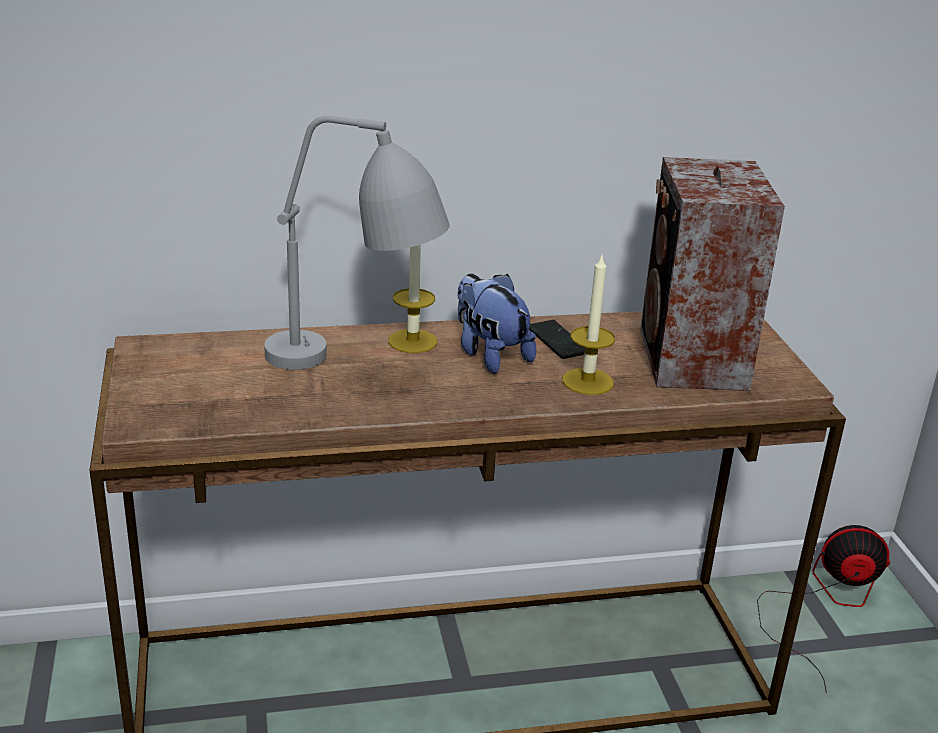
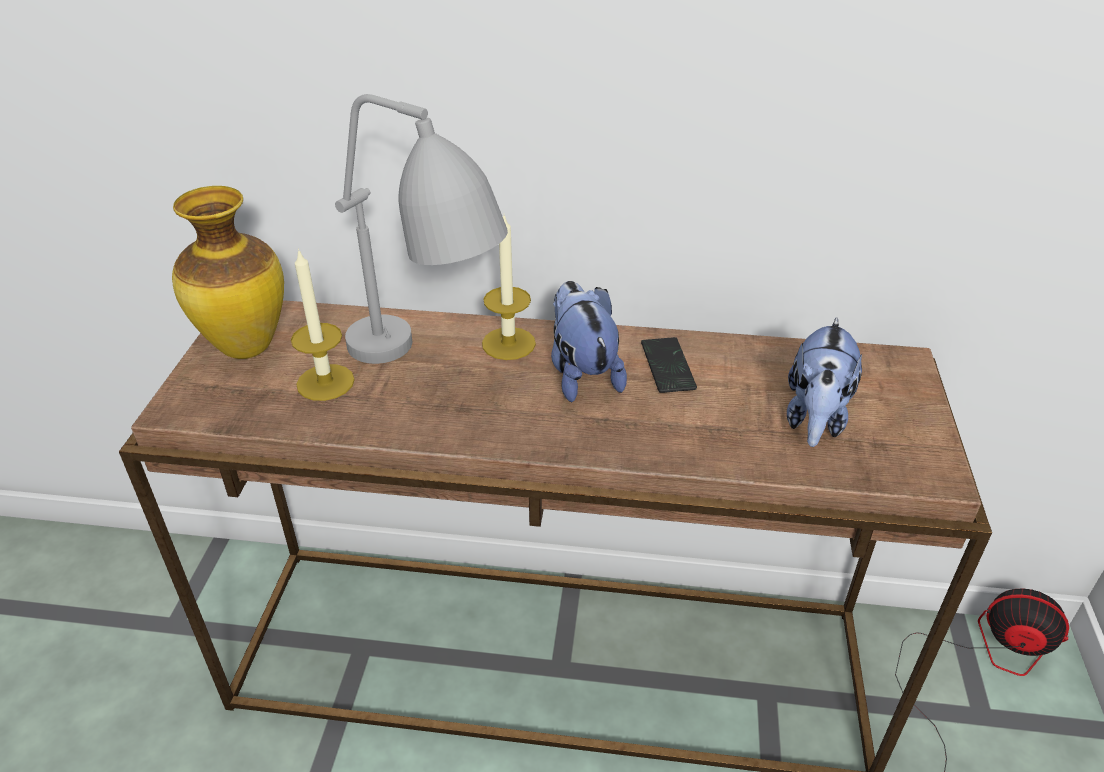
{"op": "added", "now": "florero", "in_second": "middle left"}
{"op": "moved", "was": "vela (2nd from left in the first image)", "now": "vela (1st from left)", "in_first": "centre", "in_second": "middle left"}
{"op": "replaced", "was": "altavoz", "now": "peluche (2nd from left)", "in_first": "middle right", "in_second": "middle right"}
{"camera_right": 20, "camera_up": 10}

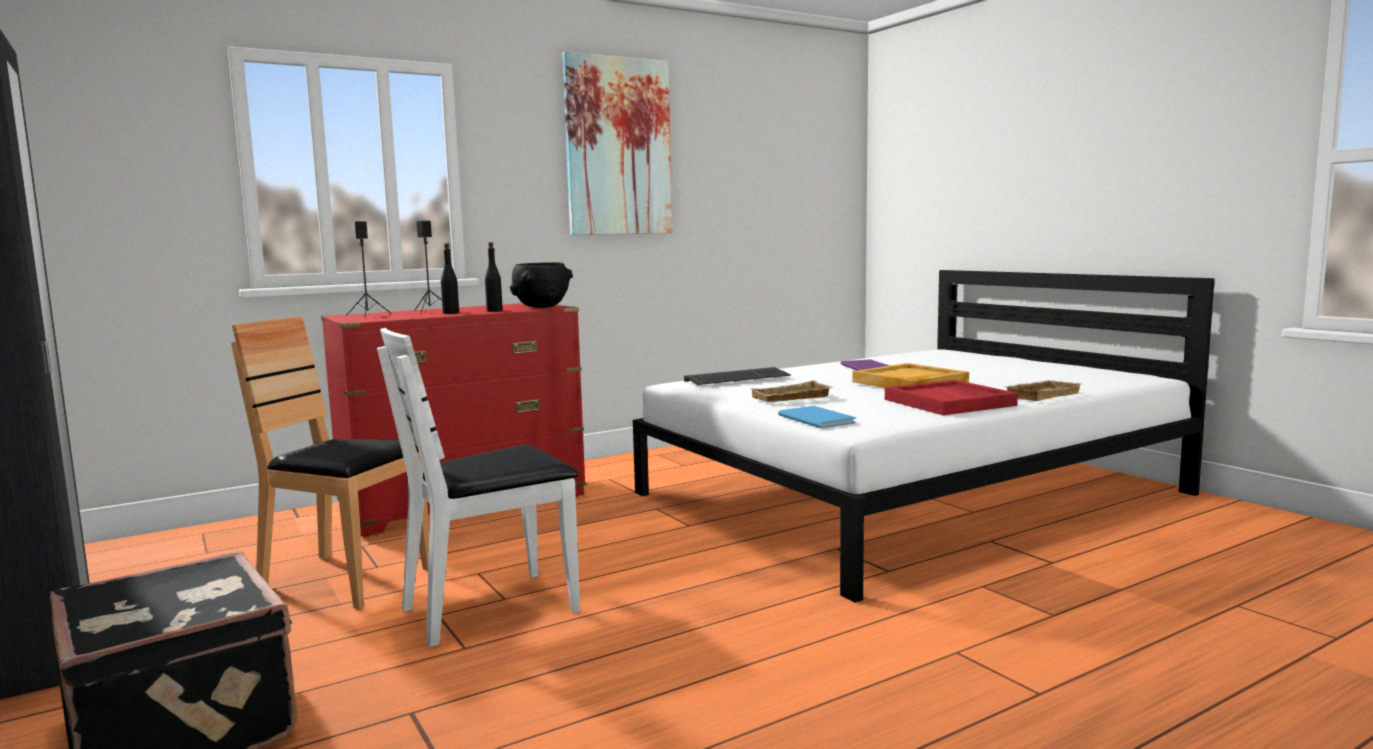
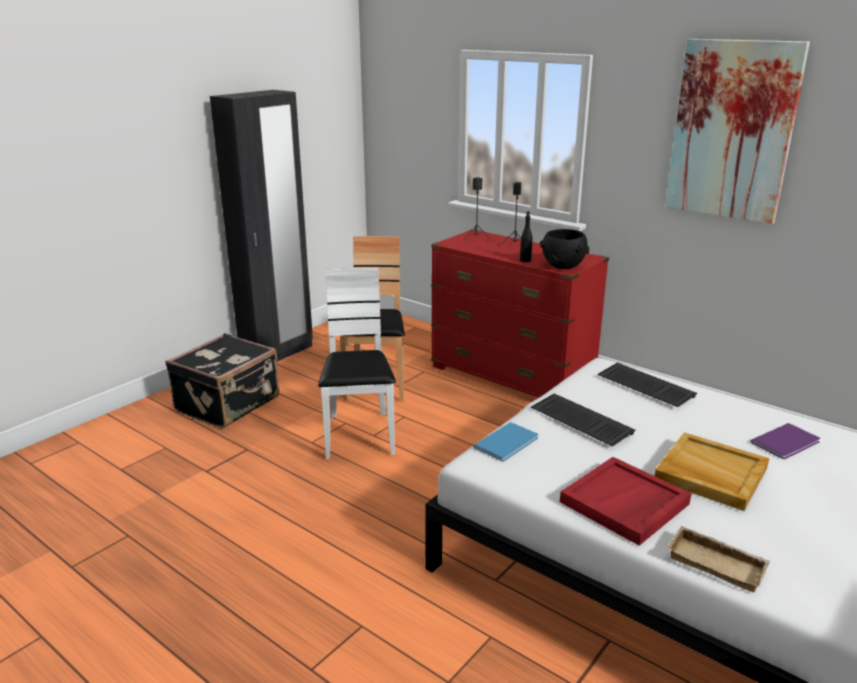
{"op": "removed", "was": "botella (negro) (1st from left)", "in_first": "middle left"}
{"op": "replaced", "was": "bandeja (beis) (1st from left)", "now": "teclado (1st from left)", "in_first": "centre", "in_second": "middle right"}
{"op": "turned", "was": "silla (blanco)", "in_first": "centre", "in_second": "centre", "clockwise": 45}
{"camera_right": 70, "camera_up": 15}

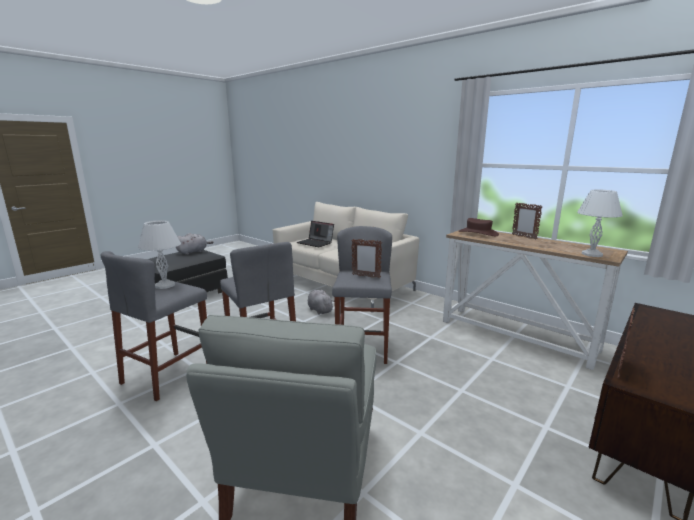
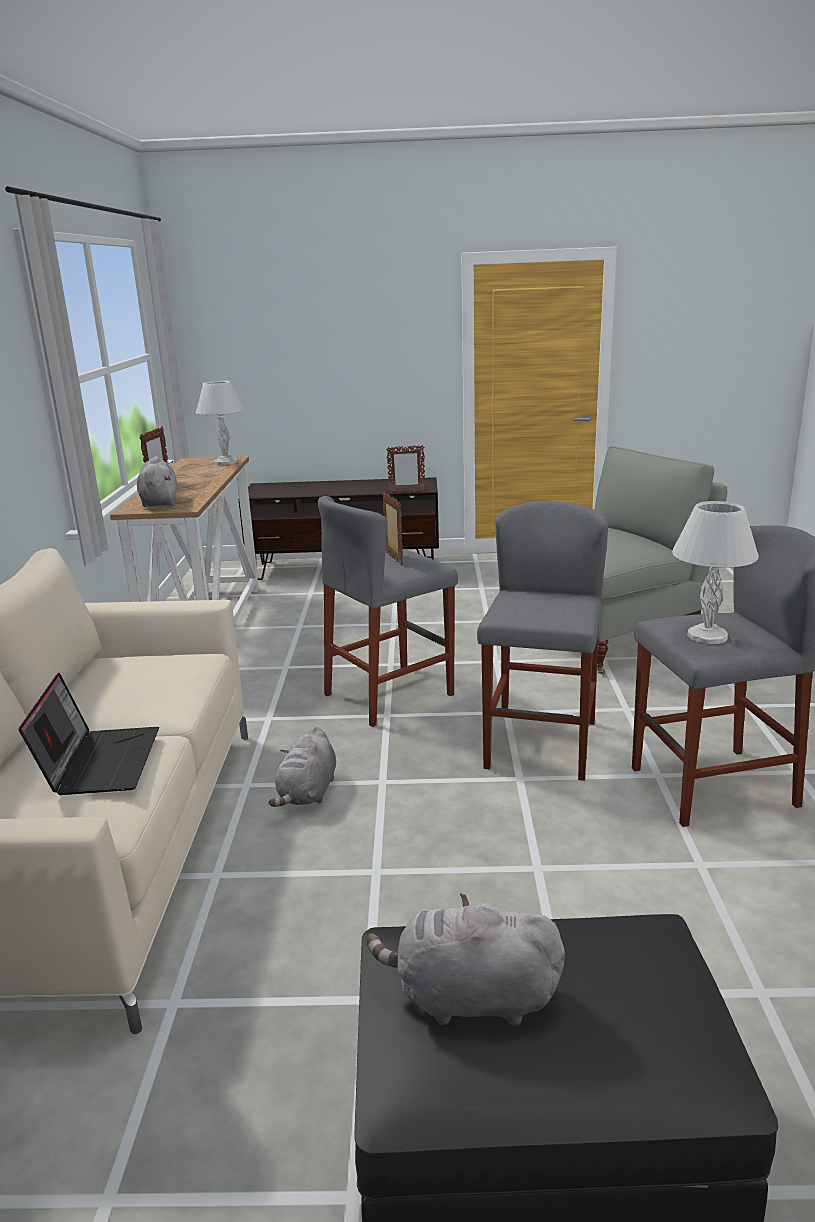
{"op": "replaced", "was": "sombrero (marrón)", "now": "peluche (gris) (1st from left)", "in_first": "middle right", "in_second": "middle left"}
{"camera_right": -130, "camera_up": 5}

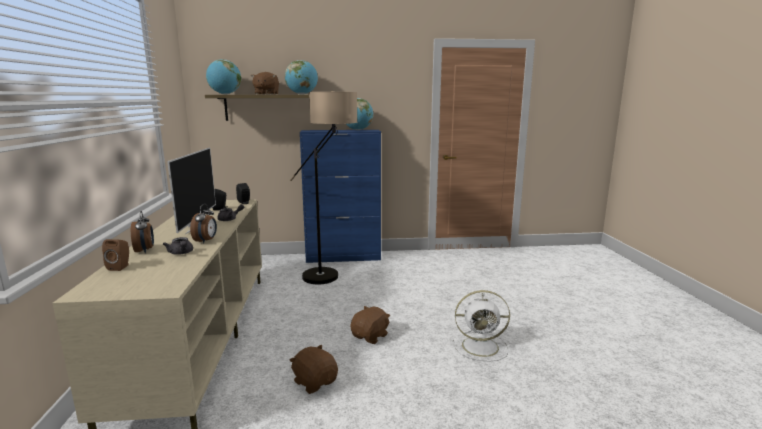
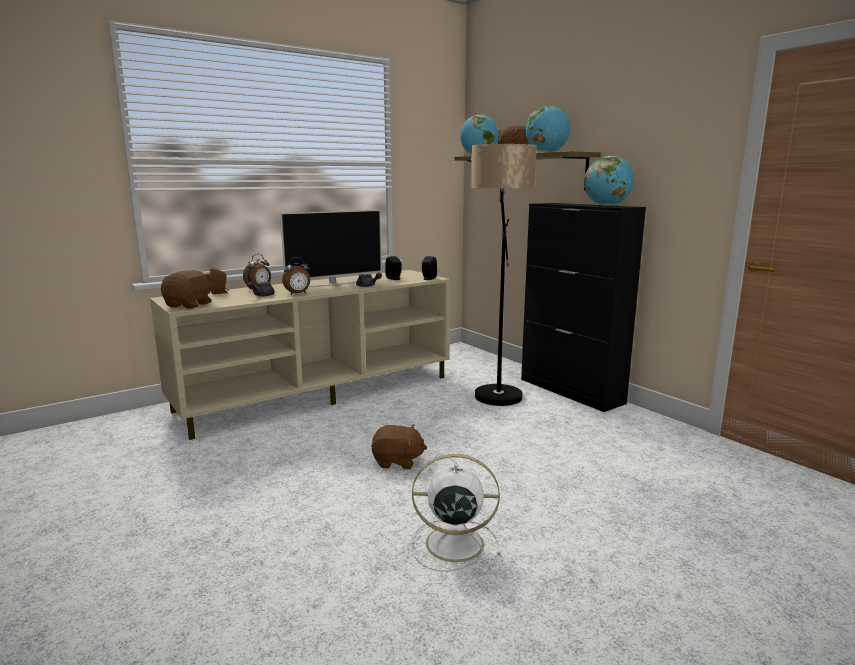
{"op": "moved", "was": "peluche (marrón) (2nd from left in the first image)", "now": "peluche (marrón) (1st from left)", "in_first": "bottom centre", "in_second": "middle left"}
{"op": "recoloured", "was": "armario (azul)", "now": "armario (negro)", "in_first": "centre", "in_second": "middle right"}
{"op": "turned", "was": "ventilador (blanco)", "in_first": "bottom centre", "in_second": "bottom centre", "clockwise": 120}
{"camera_right": 60, "camera_up": 0}

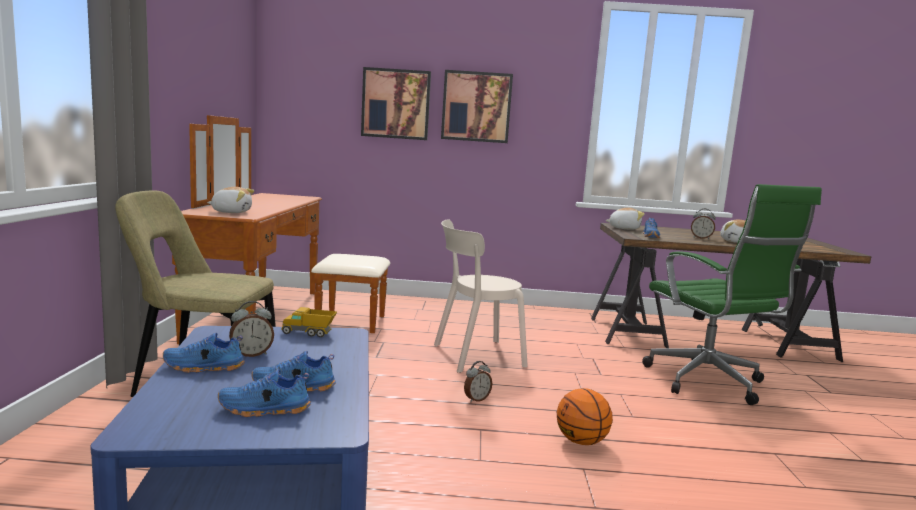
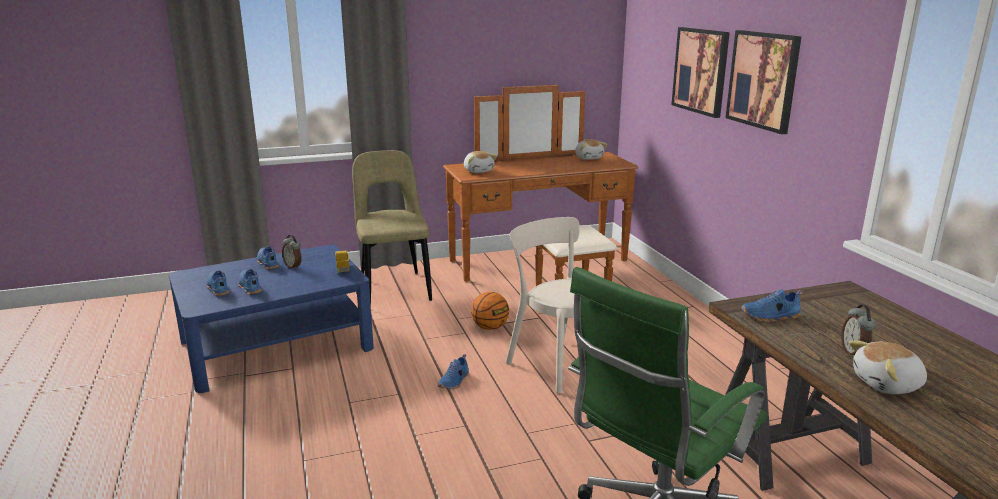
{"op": "moved", "was": "balón de baloncesto", "in_first": "bottom centre", "in_second": "centre"}
{"op": "moved", "was": "peluche (2nd from left)", "in_first": "middle right", "in_second": "top centre"}
{"op": "replaced", "was": "despertador (2nd from left)", "now": "zapato (azul) (4th from left)", "in_first": "bottom centre", "in_second": "bottom centre"}
{"camera_right": 70, "camera_up": 10}

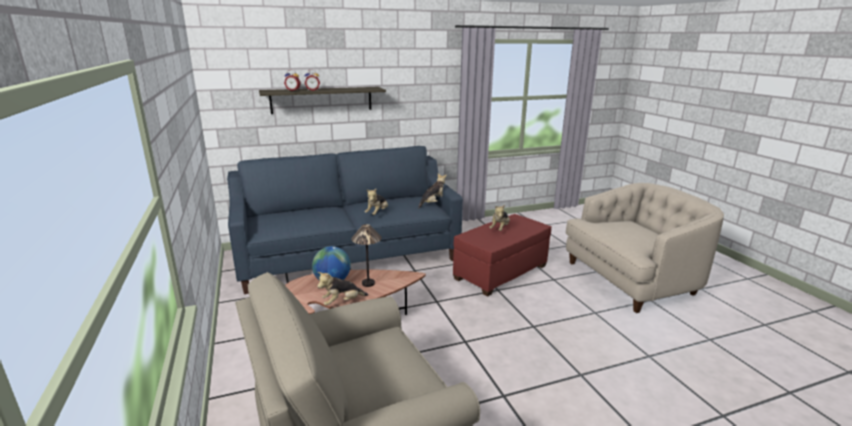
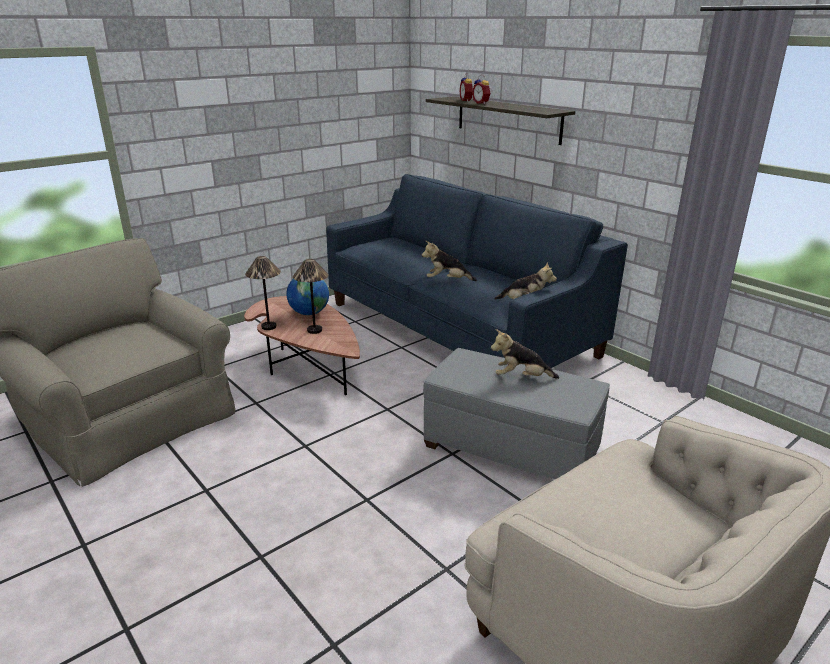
{"op": "replaced", "was": "peluche (1st from left)", "now": "lámpara de mesa (1st from left)", "in_first": "bottom centre", "in_second": "middle left"}
{"op": "recoloured", "was": "puf (rojo)", "now": "puf (gris)", "in_first": "centre", "in_second": "centre"}
{"camera_right": 70, "camera_up": 5}

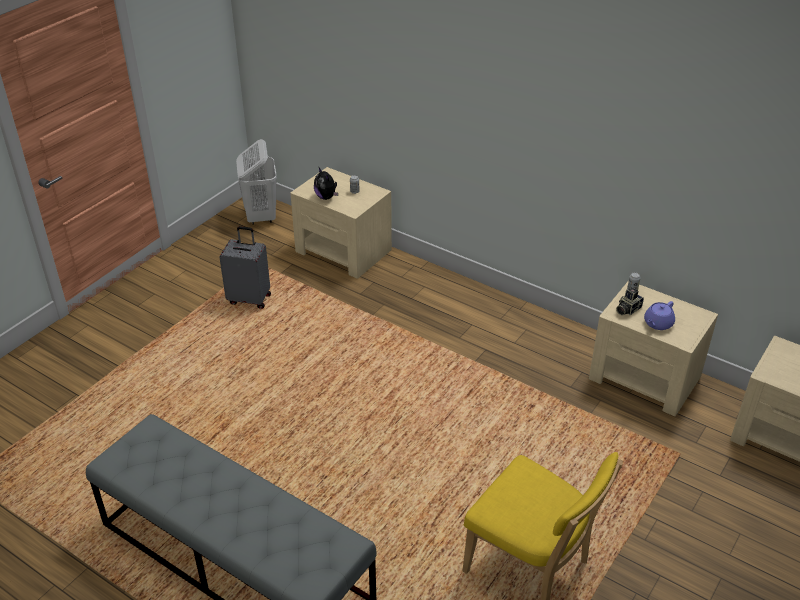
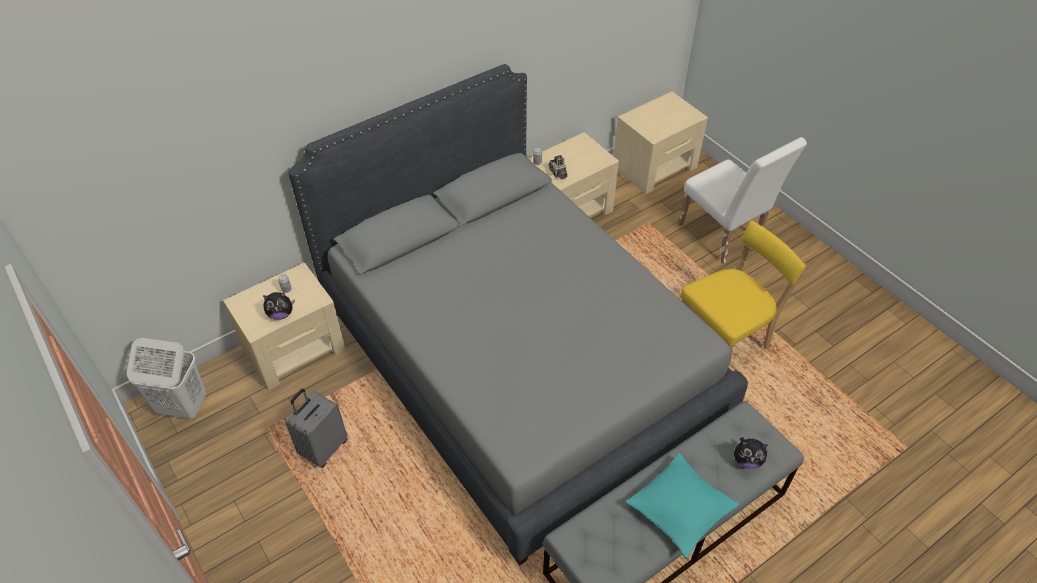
{"op": "removed", "was": "tetera (morado)", "in_first": "middle right"}
{"op": "added", "now": "cama (gris)", "in_second": "centre"}
{"op": "added", "now": "cojín (turquesa)", "in_second": "bottom centre"}
{"op": "added", "now": "silla (blanco)", "in_second": "middle right"}
{"op": "added", "now": "peluche (2nd from left)", "in_second": "bottom right"}
{"camera_right": -70, "camera_up": 10}

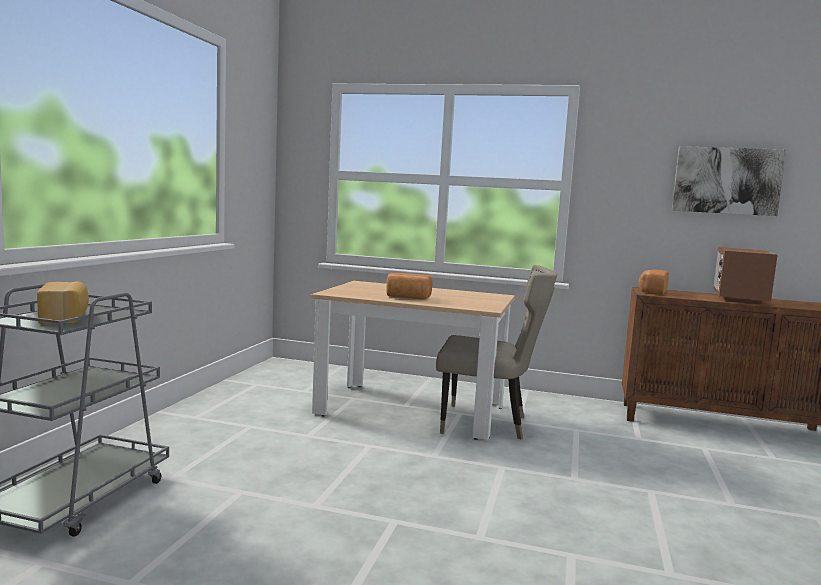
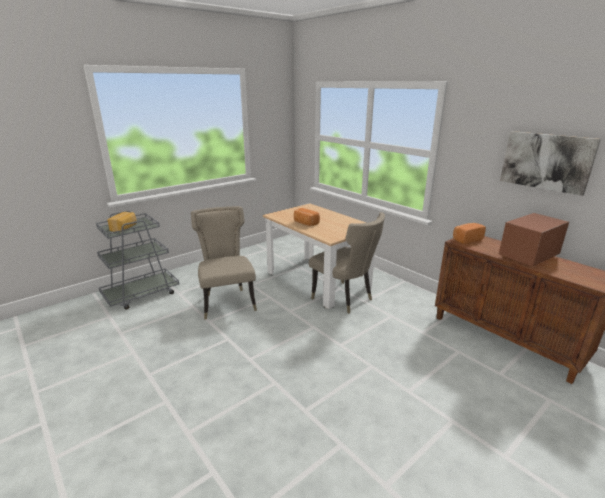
{"op": "added", "now": "silla (beis) (1st from left)", "in_second": "centre"}
{"camera_right": 35, "camera_up": 15}

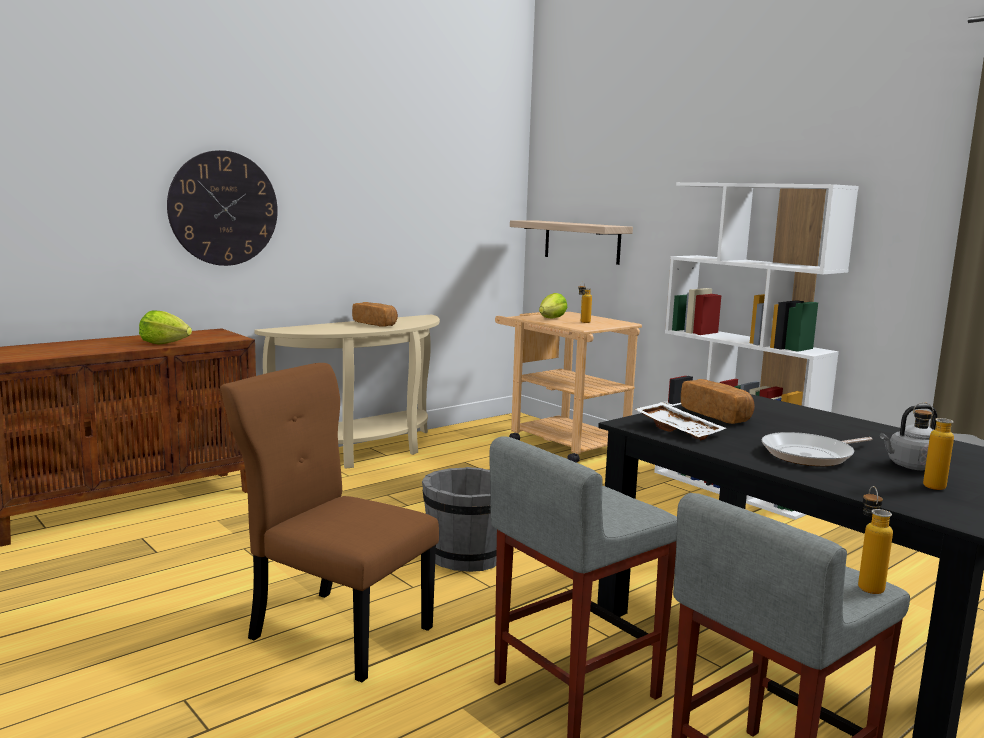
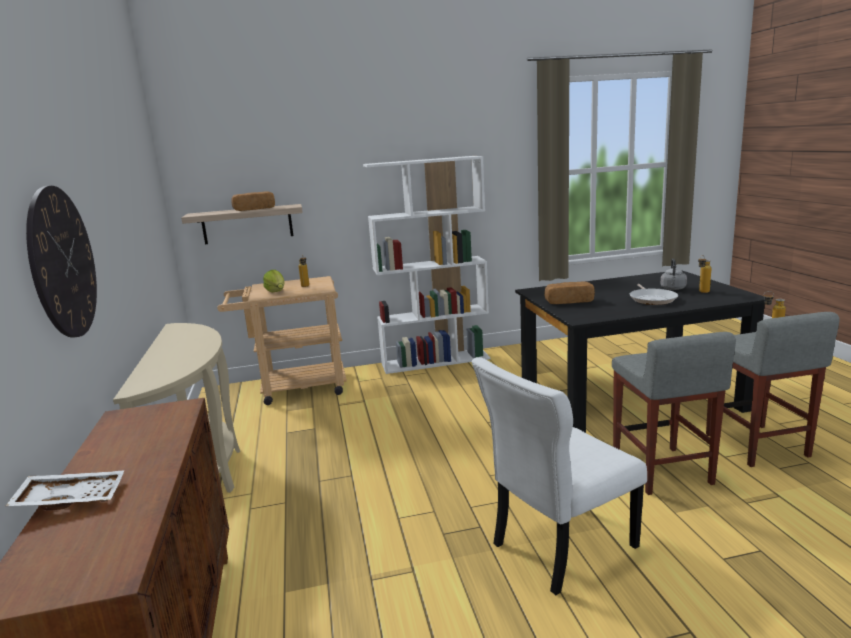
{"op": "removed", "was": "lechuga (1st from left)", "in_first": "middle left"}
{"op": "removed", "was": "cubo (gris)", "in_first": "bottom centre"}
{"op": "moved", "was": "pan (1st from left)", "in_first": "centre", "in_second": "top left"}
{"op": "moved", "was": "bandeja (blanco)", "in_first": "middle right", "in_second": "bottom left"}
{"op": "recoloured", "was": "silla (marrón)", "now": "silla (blanco)", "in_first": "bottom centre", "in_second": "bottom centre"}
{"camera_right": -60, "camera_up": 5}

